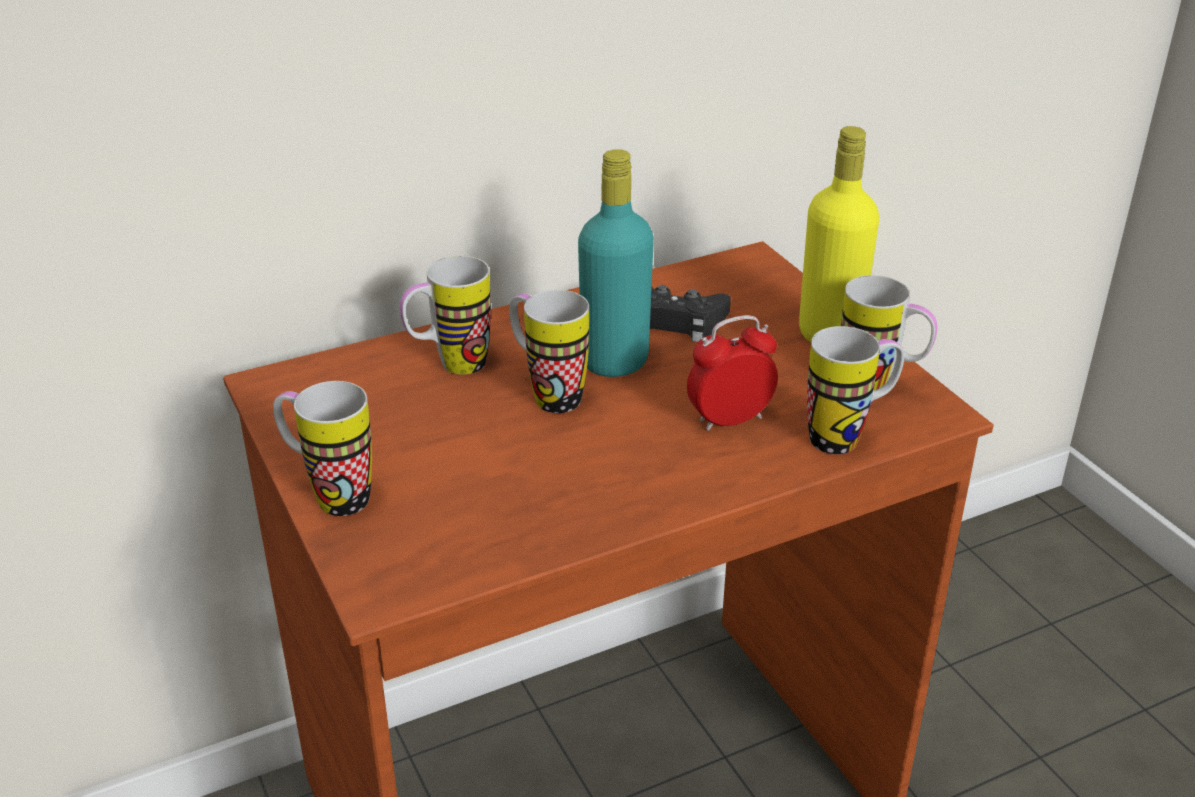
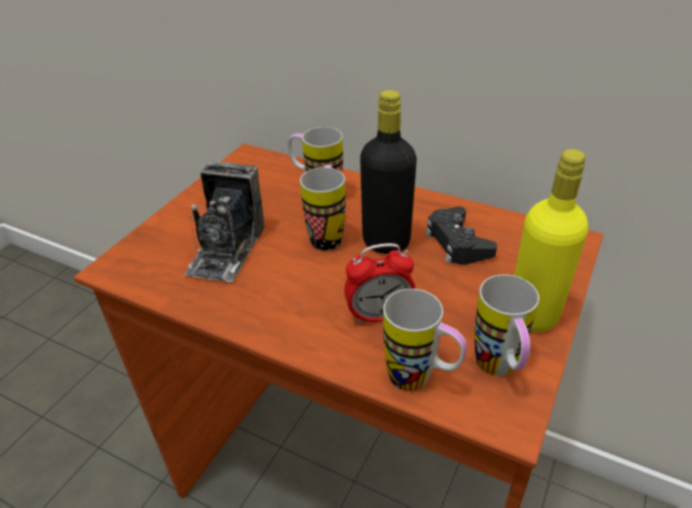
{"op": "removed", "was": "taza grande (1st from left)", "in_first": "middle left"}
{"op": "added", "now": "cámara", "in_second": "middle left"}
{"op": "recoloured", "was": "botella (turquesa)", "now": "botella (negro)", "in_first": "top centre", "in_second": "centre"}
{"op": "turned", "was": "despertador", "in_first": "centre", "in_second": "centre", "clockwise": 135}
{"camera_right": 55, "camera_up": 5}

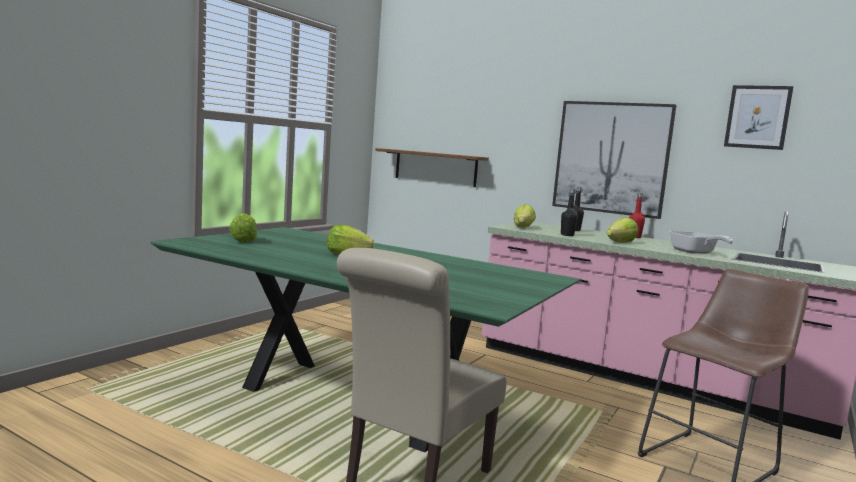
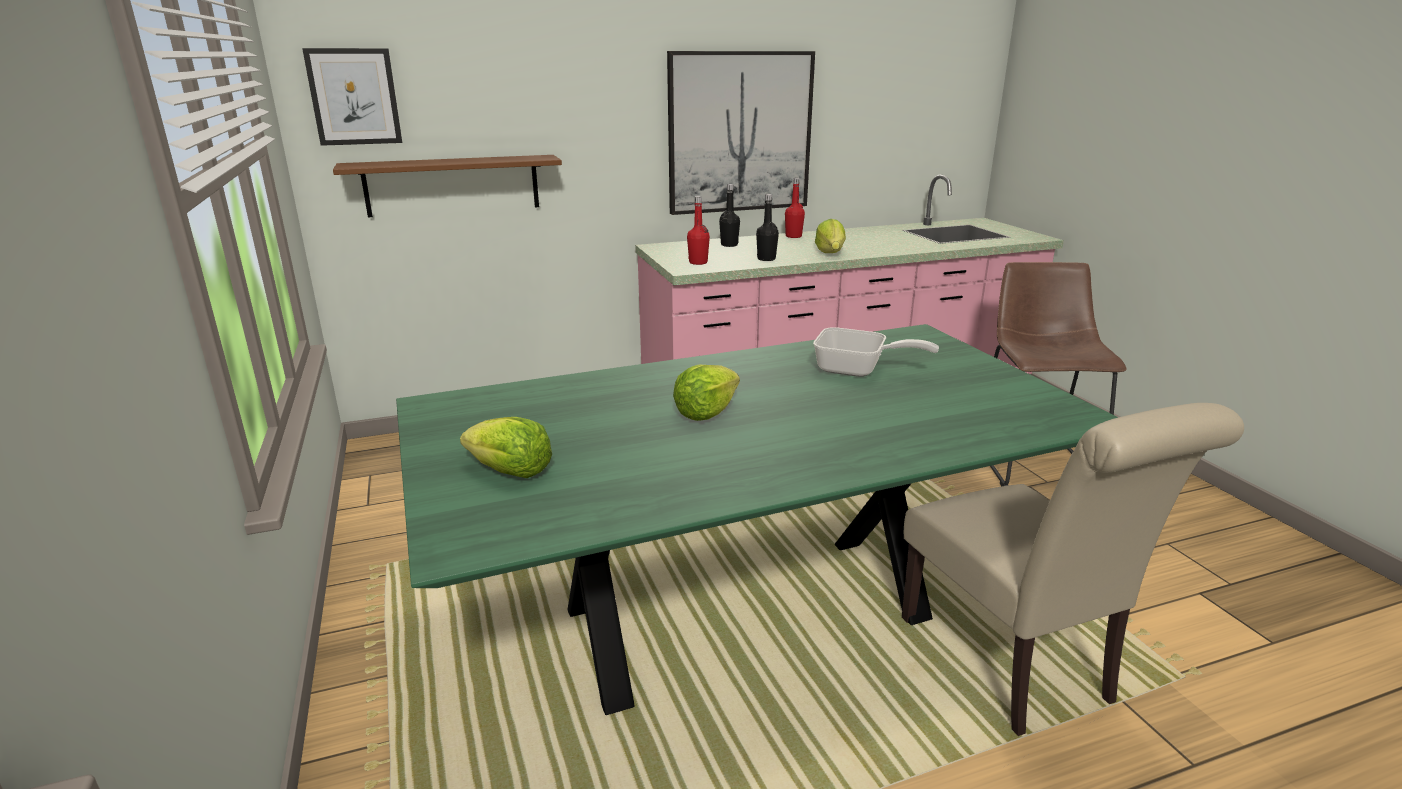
{"op": "moved", "was": "sartén", "in_first": "middle right", "in_second": "centre"}
{"op": "moved", "was": "cuadro (2nd from left in the first image)", "now": "cuadro (1st from left)", "in_first": "top right", "in_second": "top left"}
{"op": "replaced", "was": "lechuga (3rd from left)", "now": "botella (rojo) (1st from left)", "in_first": "centre", "in_second": "top centre"}
{"camera_right": -50, "camera_up": 15}

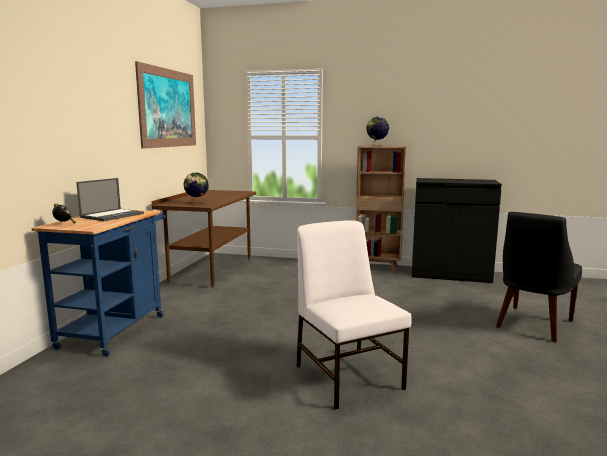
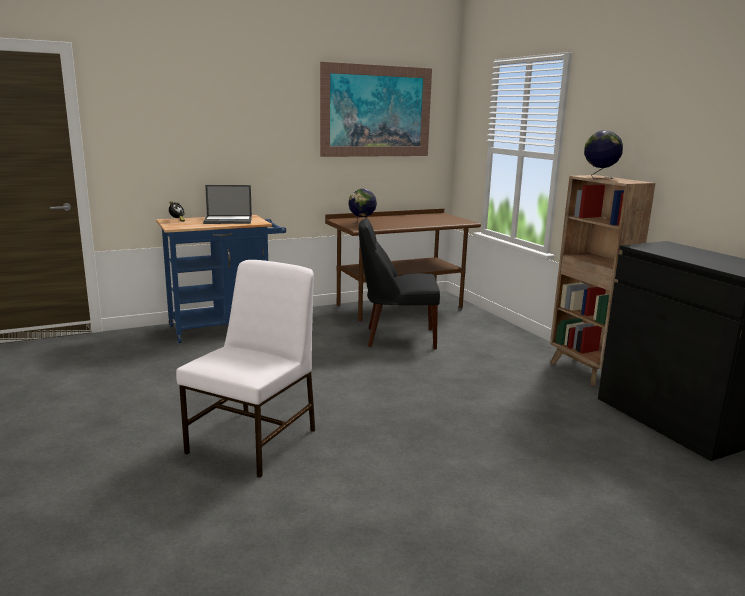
{"op": "moved", "was": "silla (negro)", "in_first": "middle right", "in_second": "centre"}
{"camera_right": 50, "camera_up": 5}

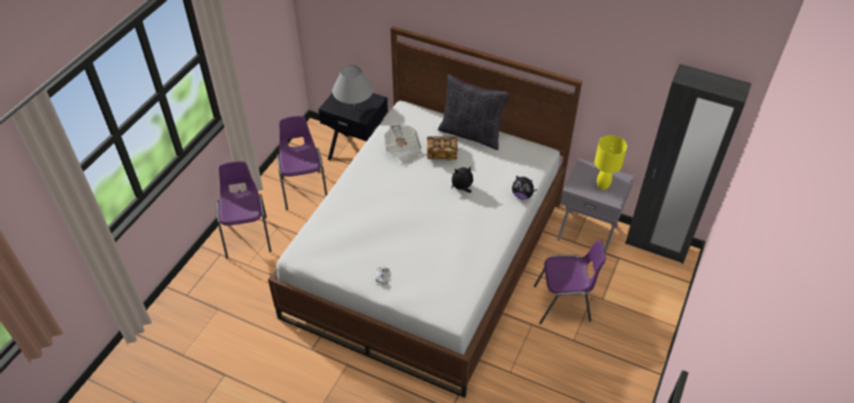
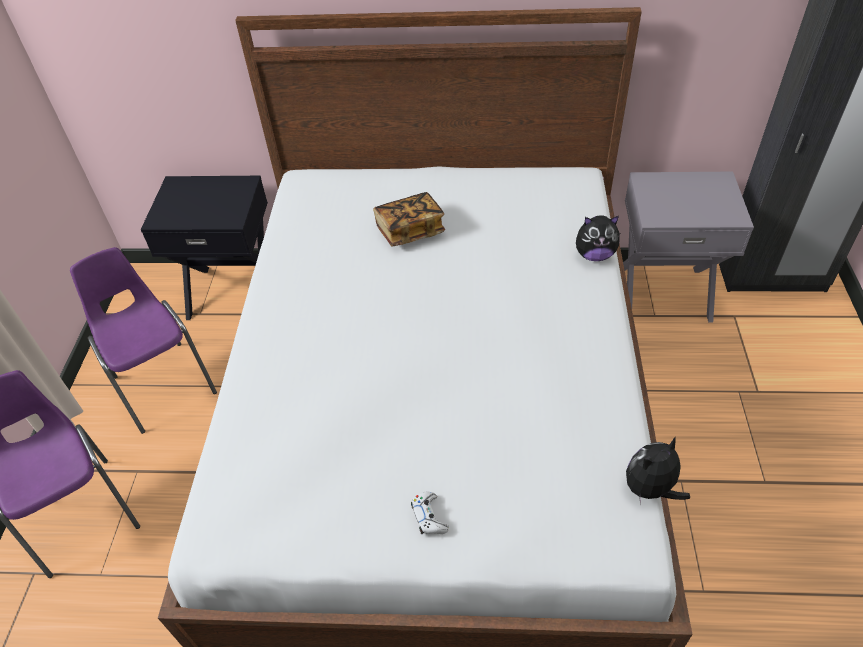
{"op": "removed", "was": "lámpara de mesa (gris)", "in_first": "top centre"}
{"op": "removed", "was": "periódico", "in_first": "centre"}
{"op": "removed", "was": "cojín (negro)", "in_first": "top centre"}
{"op": "removed", "was": "silla (morado) (3rd from left)", "in_first": "bottom right"}
{"op": "removed", "was": "lámpara de mesa (amarillo)", "in_first": "middle right"}
{"op": "moved", "was": "peluche (1st from left in the first image)", "now": "peluche (2nd from left)", "in_first": "centre", "in_second": "bottom right"}
{"camera_right": -20, "camera_up": 0}

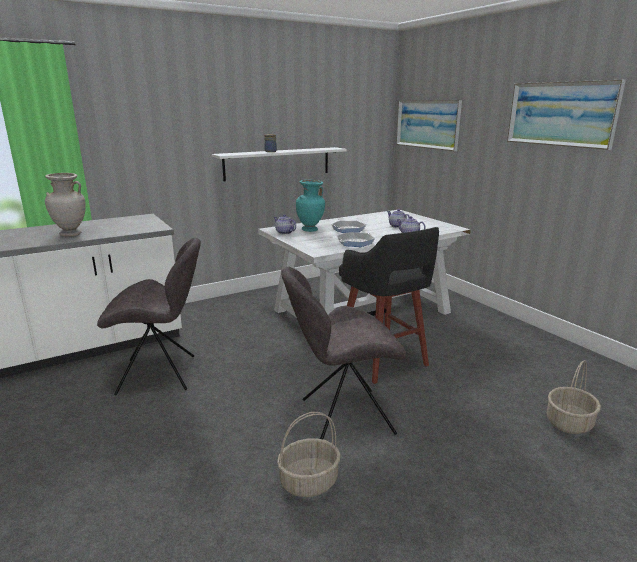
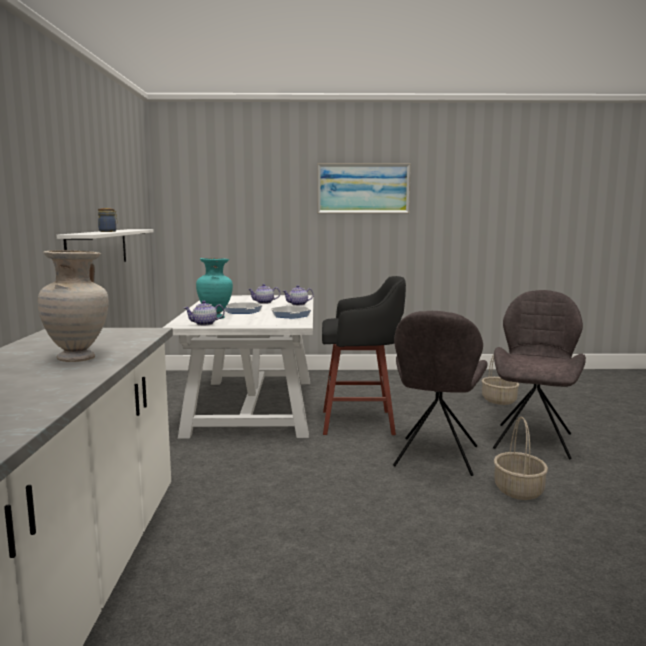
{"op": "removed", "was": "cuadro (1st from left)", "in_first": "top right"}
{"op": "moved", "was": "silla (gris) (1st from left in the first image)", "now": "silla (gris) (2nd from left)", "in_first": "middle left", "in_second": "middle right"}
{"camera_right": -60, "camera_up": -10}

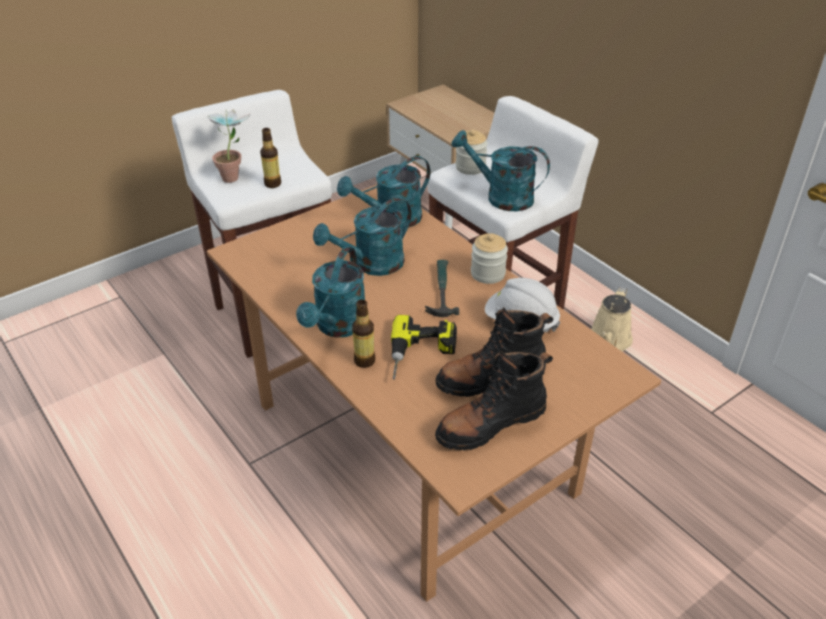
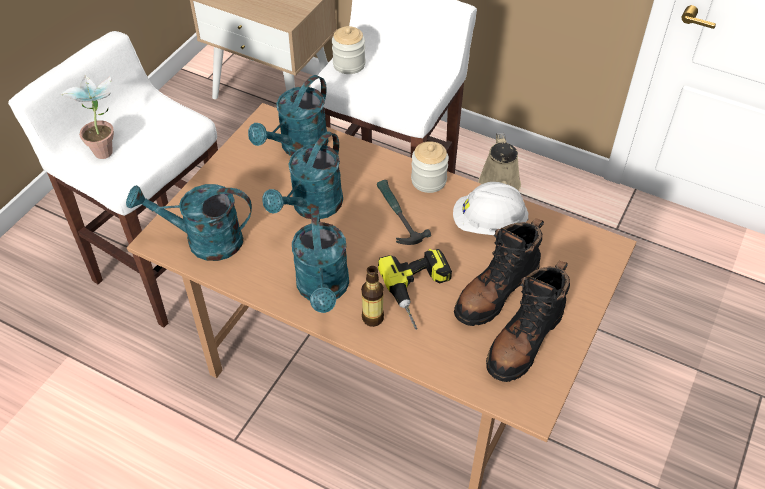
{"op": "removed", "was": "botella (1st from left)", "in_first": "top left"}
{"op": "moved", "was": "regadera (turquesa) (4th from left in the first image)", "now": "regadera (turquesa) (1st from left)", "in_first": "top centre", "in_second": "middle left"}
{"camera_right": -25, "camera_up": 10}

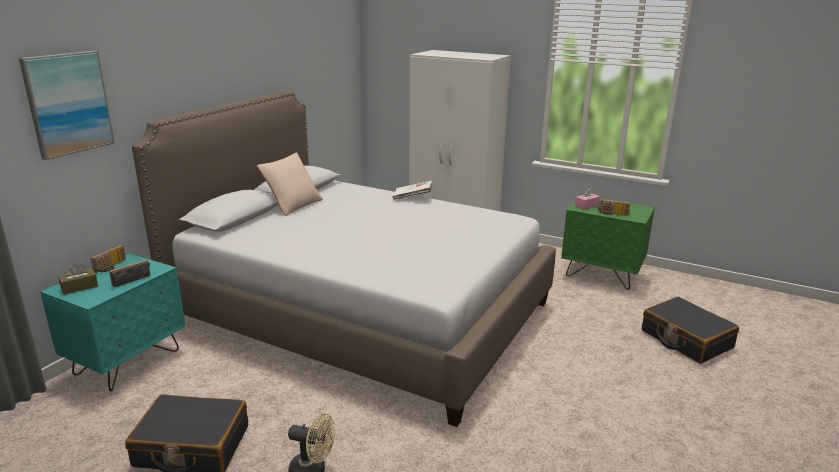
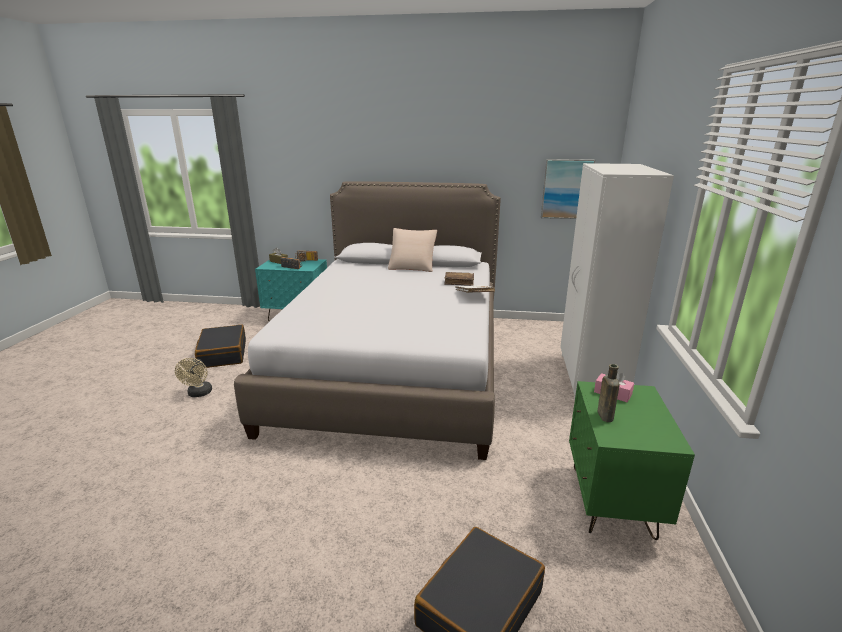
{"op": "added", "now": "libro (marrón)", "in_second": "centre"}
{"op": "moved", "was": "cuadro", "in_first": "top left", "in_second": "top right"}
{"op": "replaced", "was": "radio (3rd from left)", "now": "botella (marrón)", "in_first": "middle right", "in_second": "middle right"}
{"camera_right": 70, "camera_up": 0}

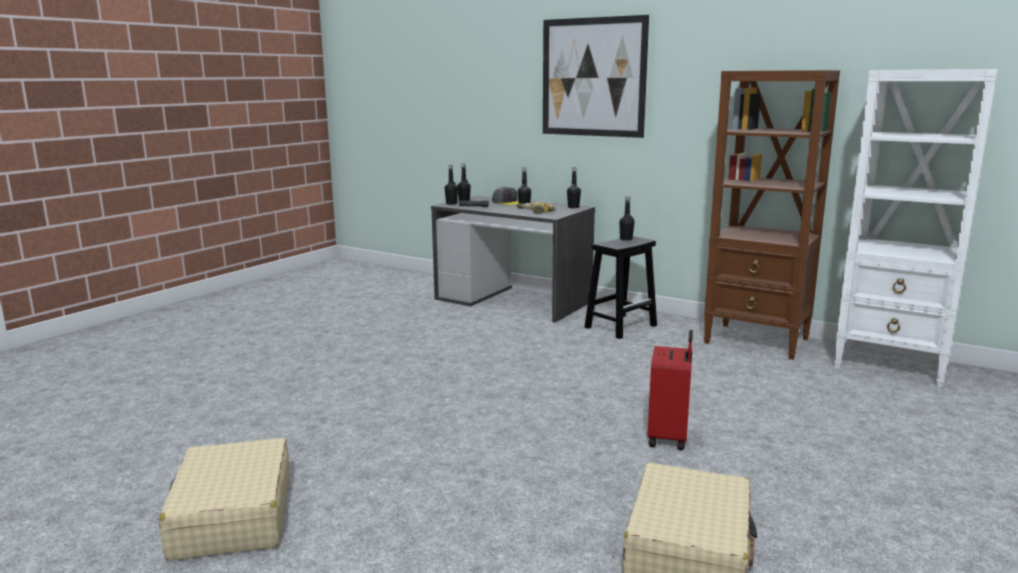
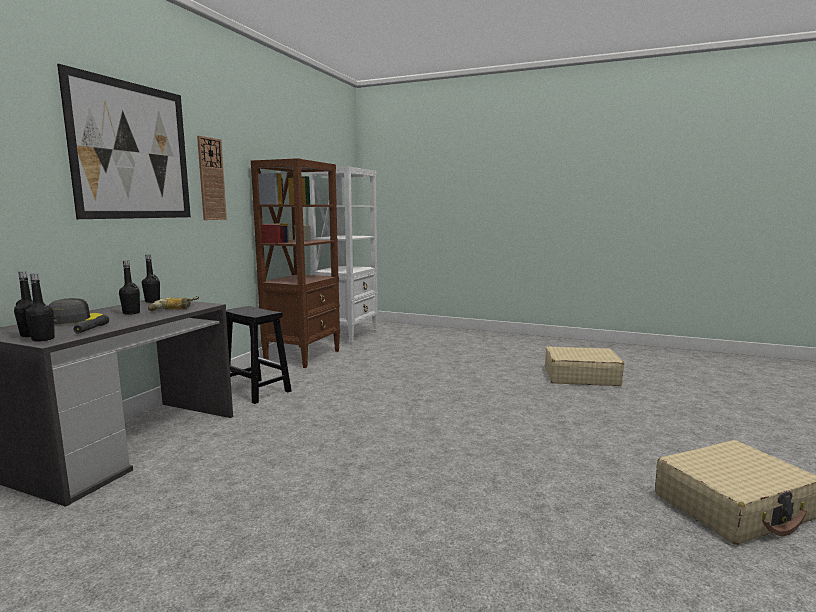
{"op": "removed", "was": "botella (negro) (5th from left)", "in_first": "centre"}
{"op": "removed", "was": "maleta (rojo)", "in_first": "bottom centre"}
{"op": "added", "now": "reloj de pared", "in_second": "top left"}
{"camera_right": -100, "camera_up": -5}

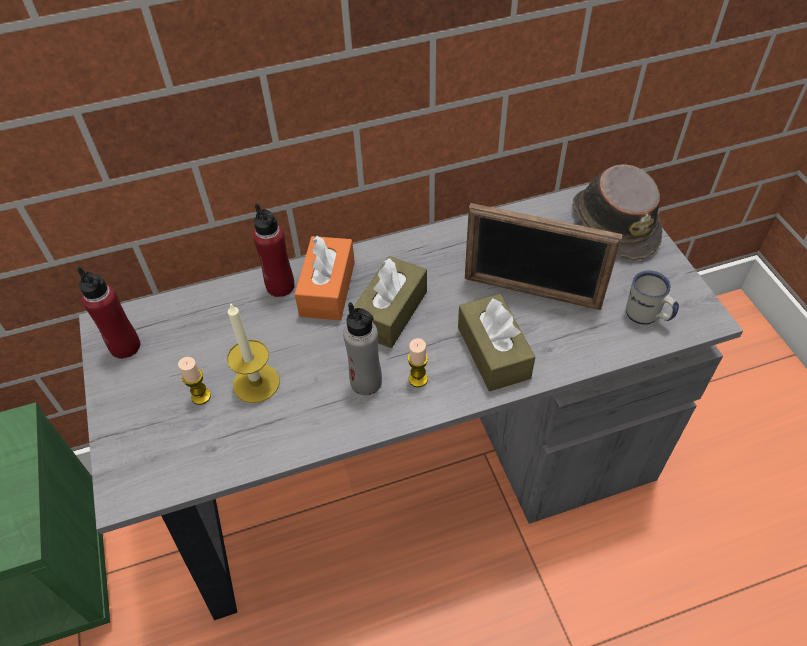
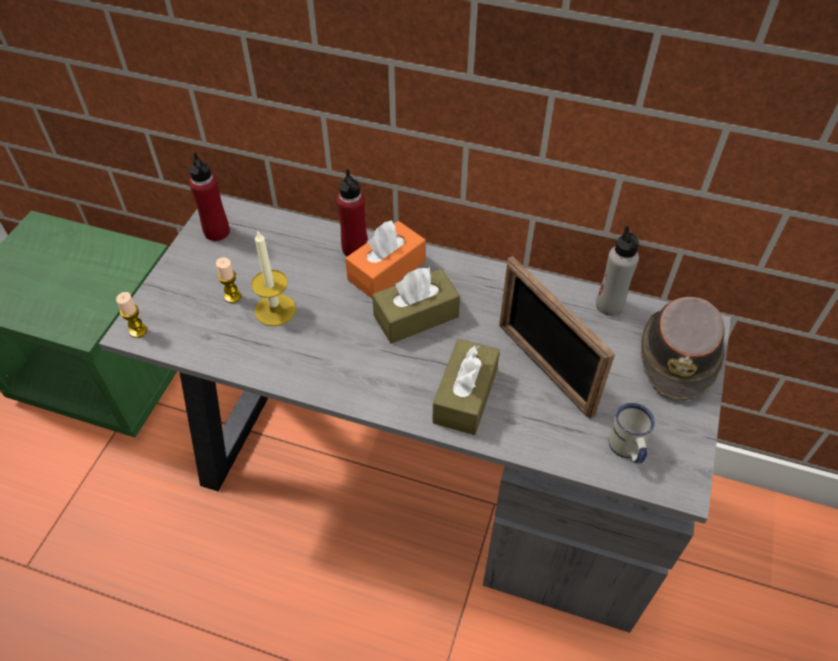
{"op": "moved", "was": "botella (gris)", "in_first": "centre", "in_second": "middle right"}
{"op": "moved", "was": "vela (3rd from left in the first image)", "now": "vela (1st from left)", "in_first": "centre", "in_second": "middle left"}
{"camera_right": 35, "camera_up": 0}

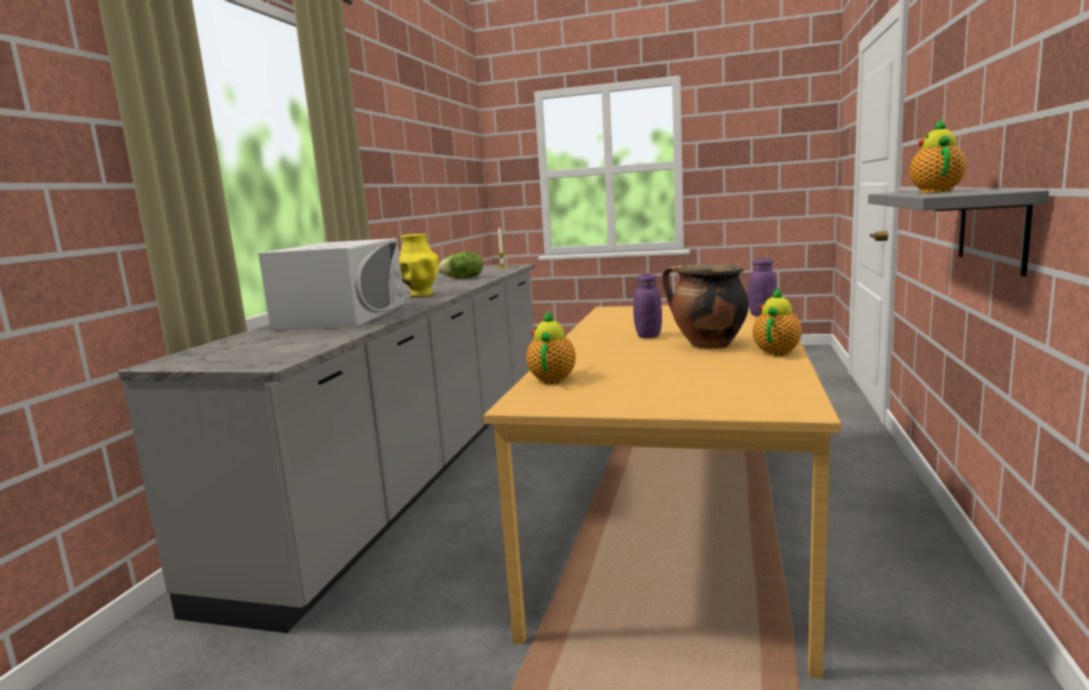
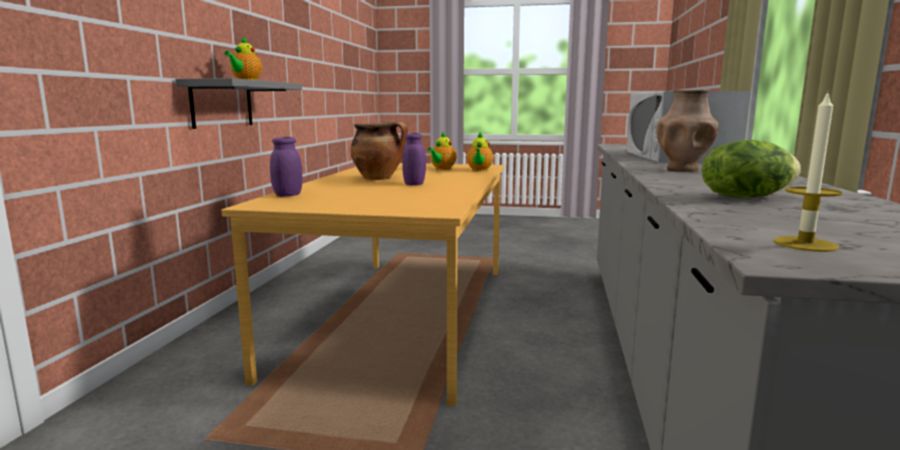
{"op": "moved", "was": "tetera (2nd from left)", "in_first": "middle right", "in_second": "centre"}
{"op": "recoloured", "was": "florero (amarillo)", "now": "florero (marrón)", "in_first": "centre", "in_second": "top right"}
{"camera_right": 175, "camera_up": 0}

